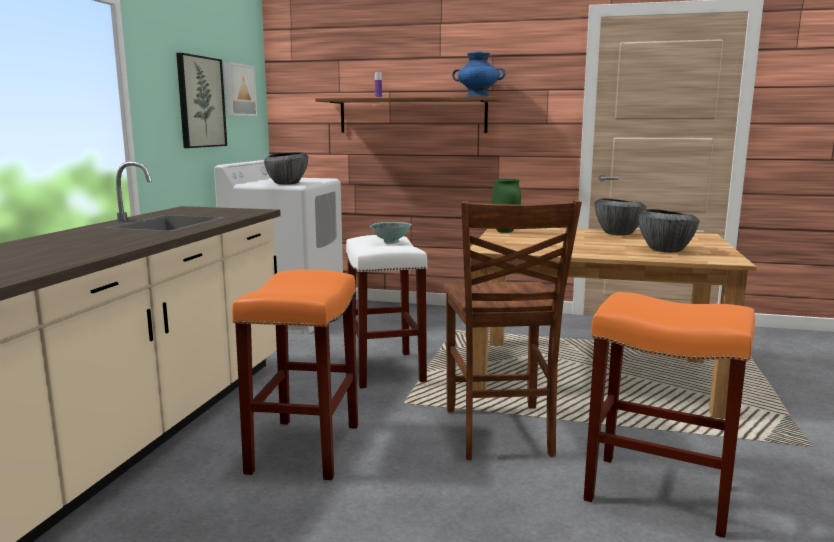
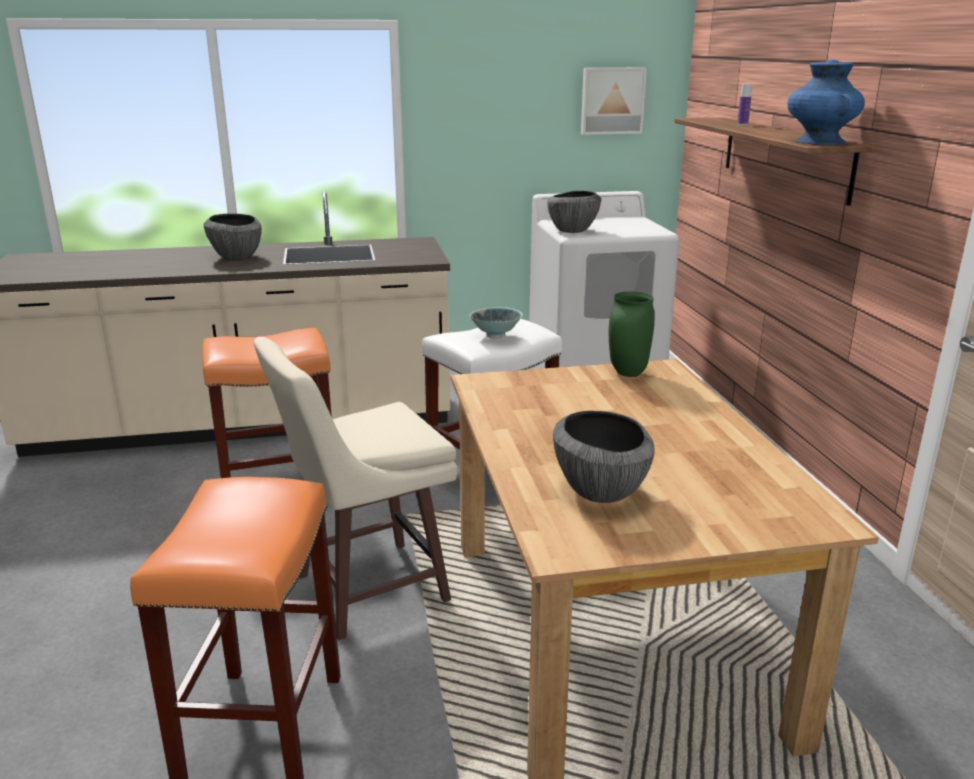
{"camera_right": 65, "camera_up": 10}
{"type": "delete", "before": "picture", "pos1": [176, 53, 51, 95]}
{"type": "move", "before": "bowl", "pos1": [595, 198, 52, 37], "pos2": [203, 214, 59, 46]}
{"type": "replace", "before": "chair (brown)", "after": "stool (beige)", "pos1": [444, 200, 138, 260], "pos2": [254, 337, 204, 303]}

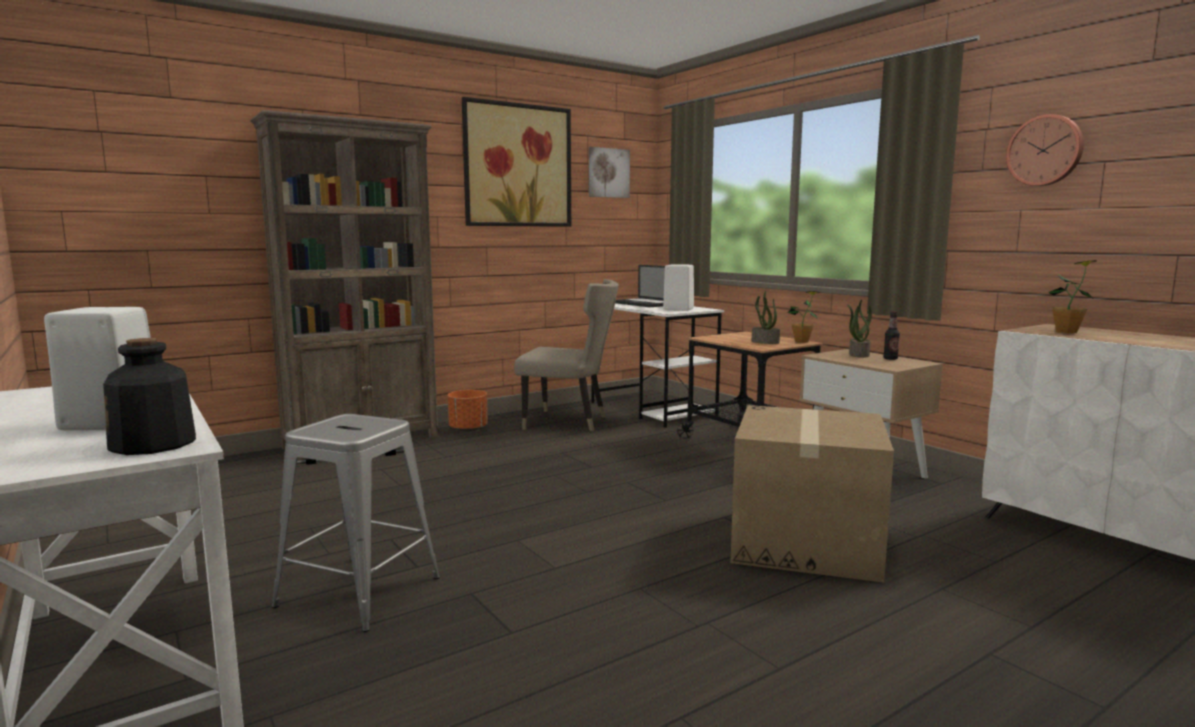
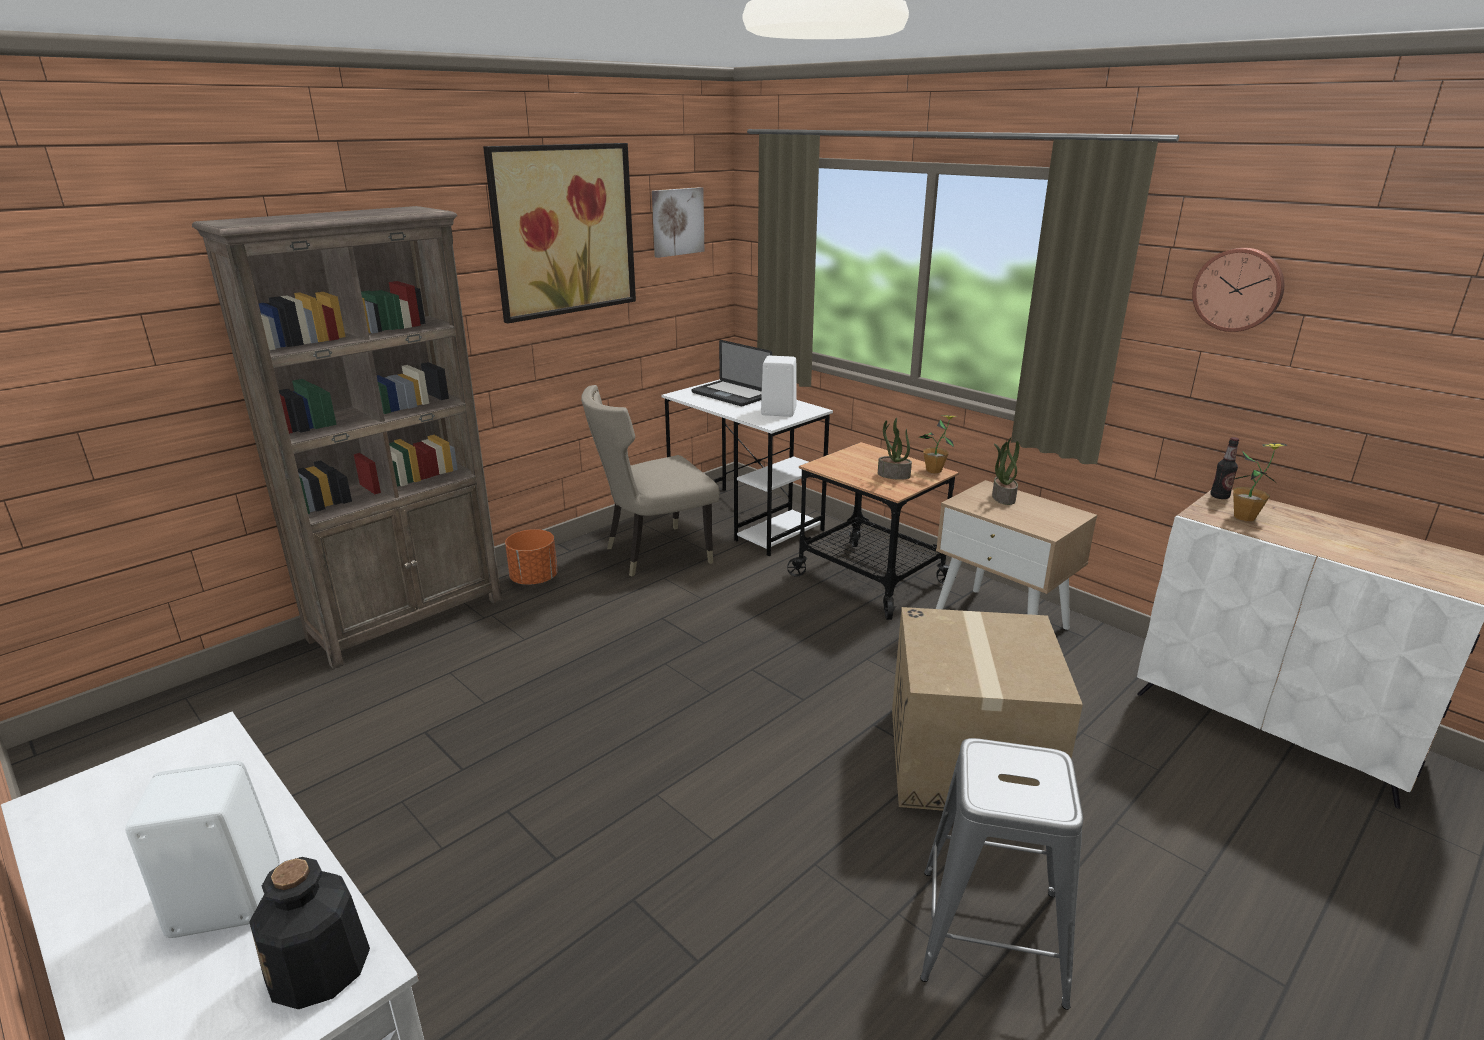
{"camera_right": -10, "camera_up": 15}
{"type": "move", "before": "stool (grey)", "pos1": [271, 414, 169, 218], "pos2": [920, 738, 163, 272]}
{"type": "move", "before": "bottle", "pos1": [883, 311, 17, 49], "pos2": [1210, 437, 29, 62]}
{"type": "rotate", "before": "chair (beige)", "pos1": [514, 279, 105, 152], "pos2": [581, 385, 139, 192], "turn": 150}

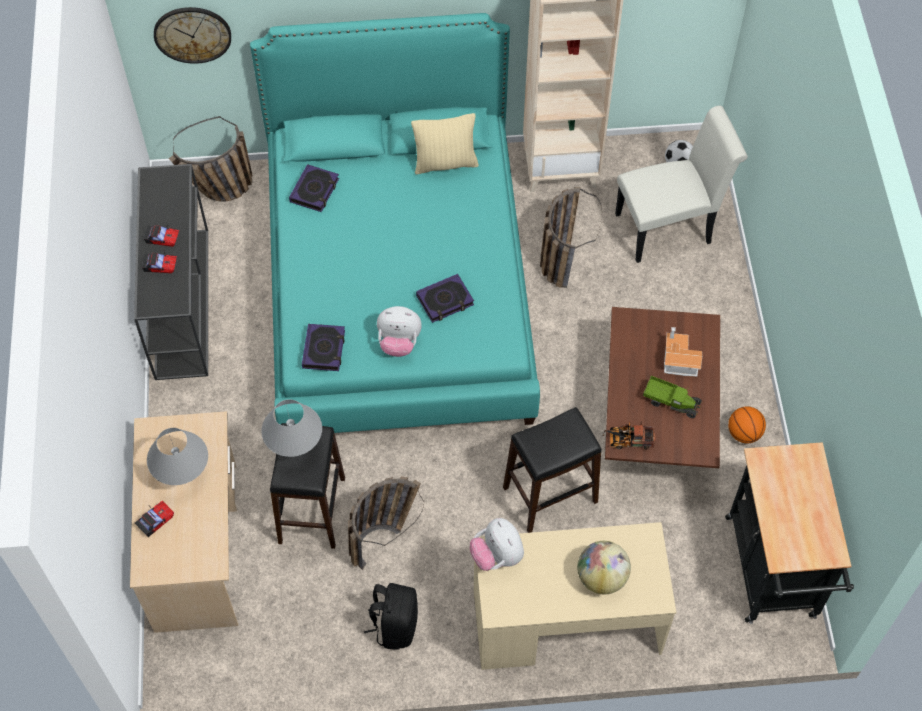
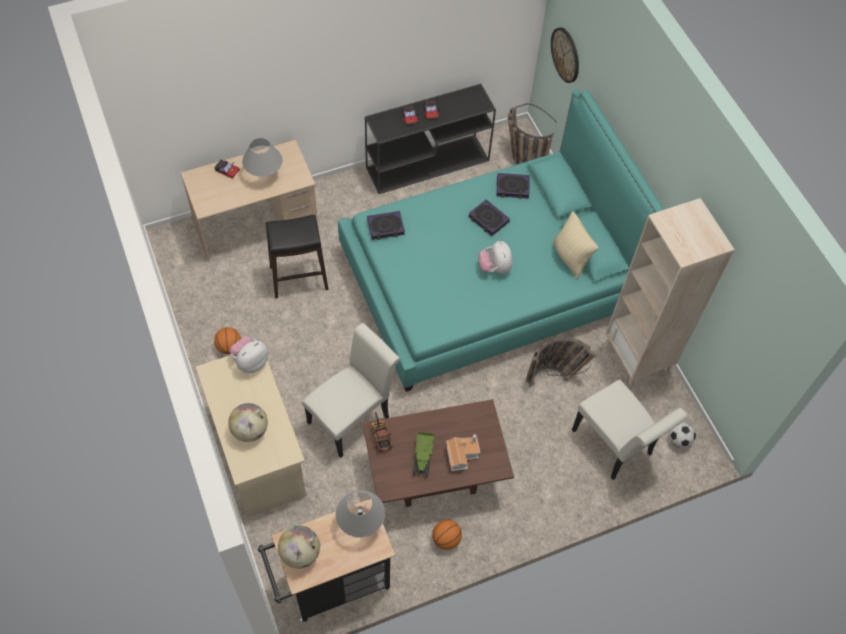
{"camera_right": 70, "camera_up": 0}
{"type": "delete", "before": "basket", "pos1": [348, 477, 76, 93]}
{"type": "insert", "after": "globe", "pos2": [278, 526, 42, 43]}
{"type": "move", "before": "table lamp (grey)", "pos1": [261, 399, 61, 58], "pos2": [335, 490, 50, 48]}
{"type": "move", "before": "plush toy", "pos1": [377, 306, 45, 51], "pos2": [478, 241, 35, 33]}
{"type": "move", "before": "book", "pos1": [416, 274, 58, 49], "pos2": [468, 199, 42, 37]}
{"type": "replace", "before": "backpack (black)", "after": "basketball", "pos1": [364, 583, 54, 67], "pos2": [214, 327, 27, 27]}
{"type": "replace", "before": "stool (black)", "after": "chair (white)", "pos1": [503, 407, 99, 126], "pos2": [301, 323, 99, 135]}

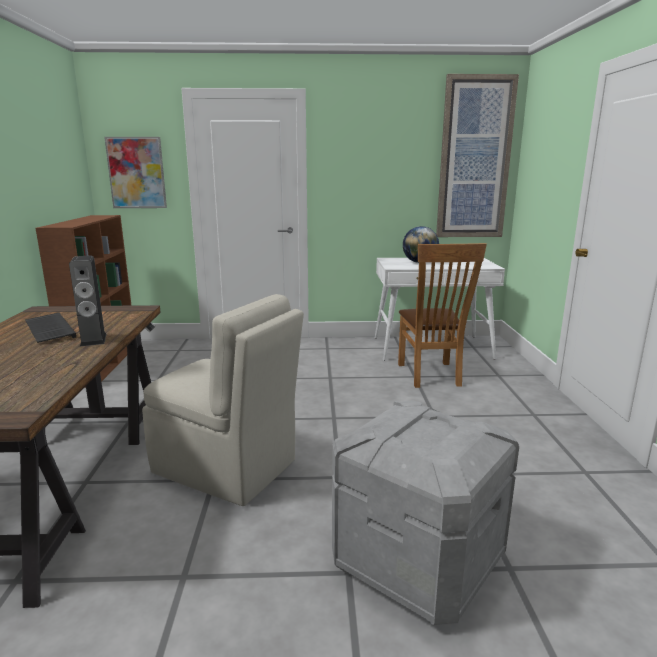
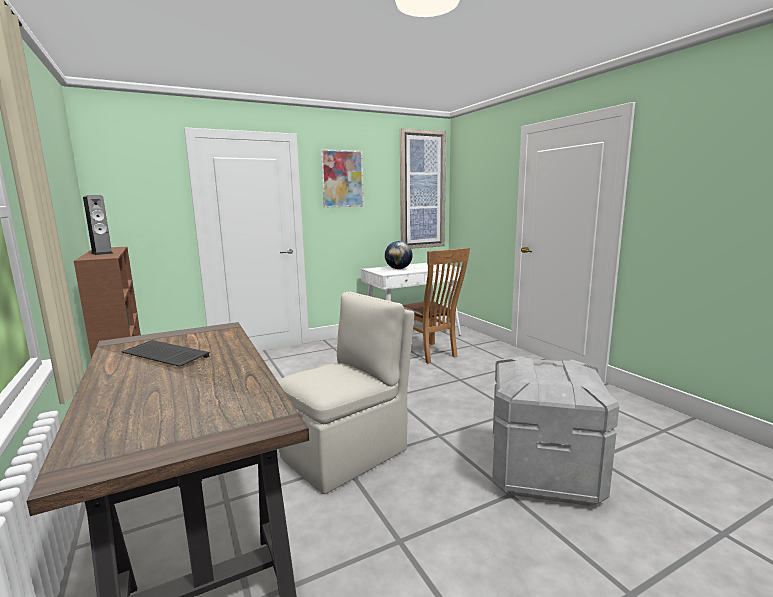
{"camera_right": -25, "camera_up": -5}
{"type": "move", "before": "speaker", "pos1": [69, 256, 38, 90], "pos2": [83, 195, 30, 60]}
{"type": "move", "before": "picture", "pos1": [104, 137, 63, 71], "pos2": [321, 149, 43, 58]}
{"type": "rotate", "before": "chair (beige)", "pos1": [142, 294, 162, 212], "pos2": [278, 292, 137, 202], "turn": -45}

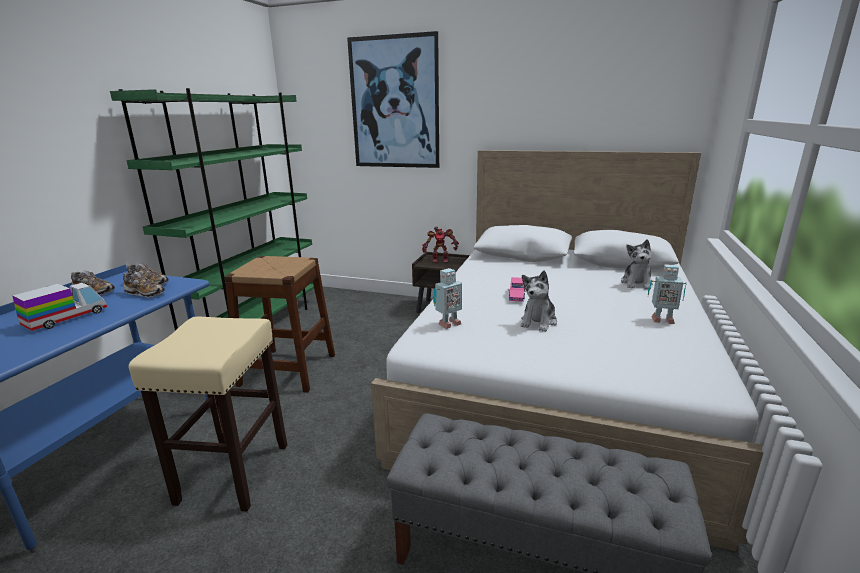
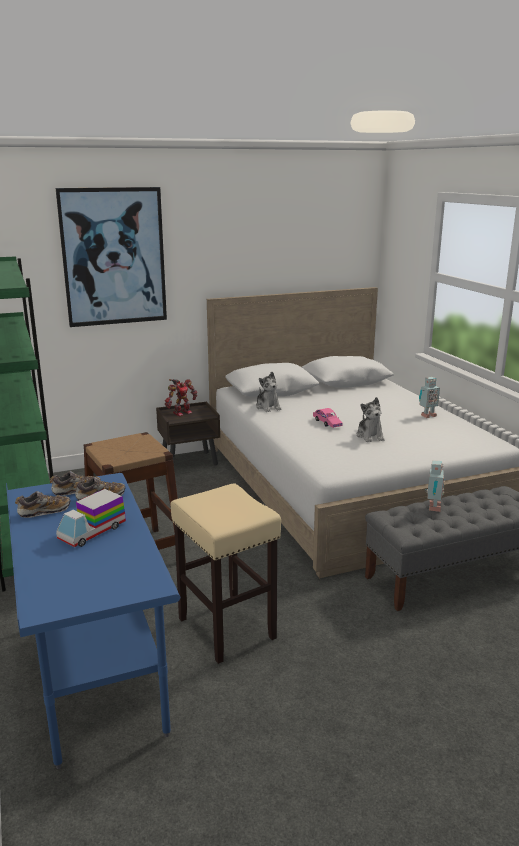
{"camera_right": -40, "camera_up": 0}
{"type": "move", "before": "toy robot", "pos1": [433, 268, 29, 61], "pos2": [425, 460, 19, 52]}
{"type": "move", "before": "plush toy", "pos1": [621, 239, 32, 50], "pos2": [256, 372, 26, 40]}
{"type": "rotate", "before": "toy truck", "pos1": [12, 283, 95, 48], "pos2": [56, 489, 70, 58], "turn": -135}

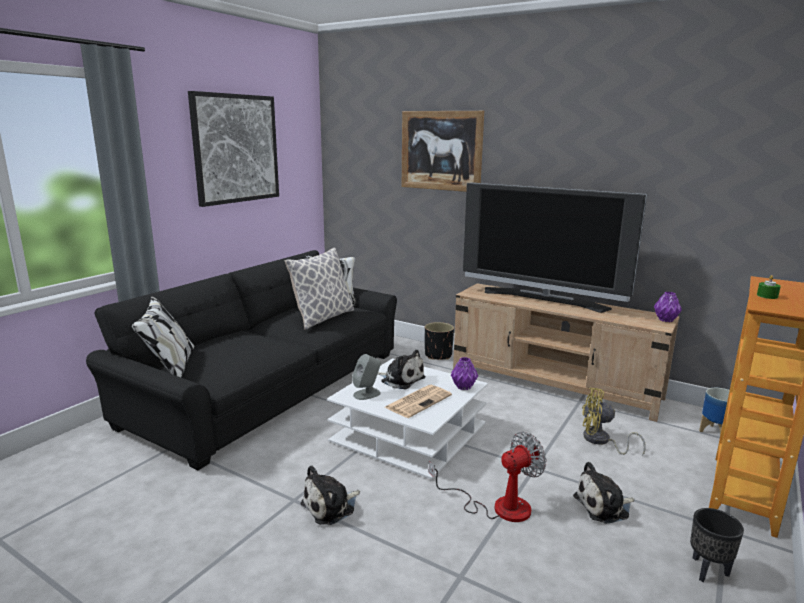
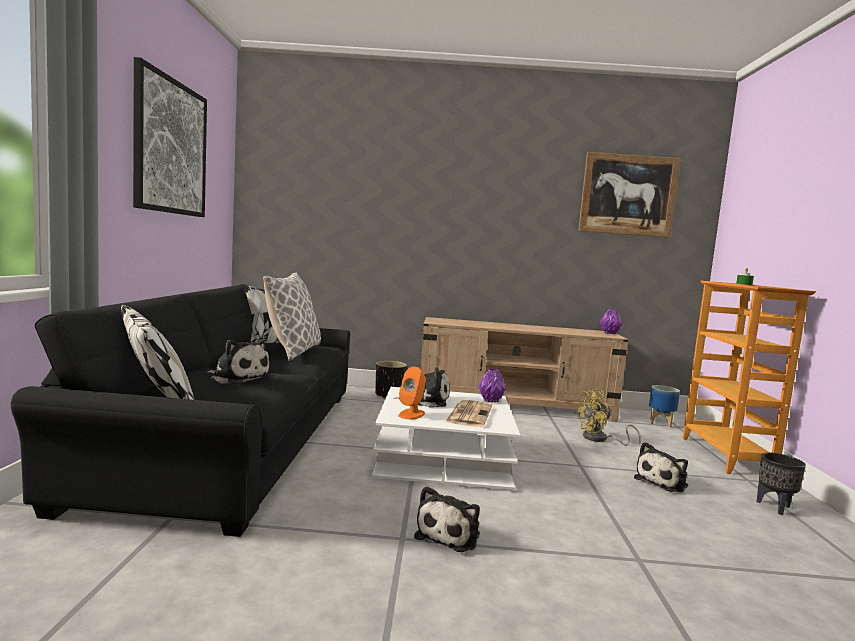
{"camera_right": -30, "camera_up": -10}
{"type": "delete", "before": "fan", "pos1": [429, 432, 118, 90]}
{"type": "delete", "before": "television", "pos1": [463, 182, 184, 131]}
{"type": "insert", "after": "plush toy", "pos2": [207, 340, 64, 45]}
{"type": "move", "before": "picture", "pos1": [402, 111, 82, 81], "pos2": [578, 152, 103, 86]}
{"type": "recolor", "before": "speaker (grey)", "after": "speaker (orange)", "pos1": [352, 354, 29, 46], "pos2": [398, 367, 28, 53]}

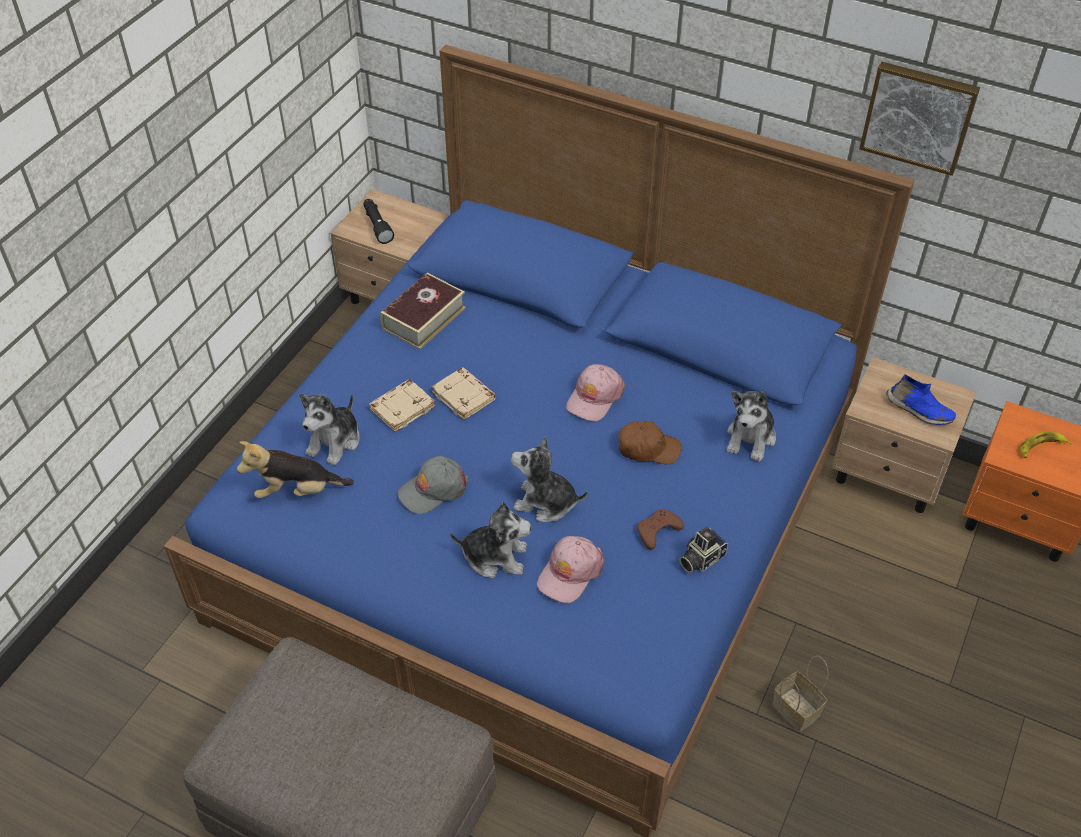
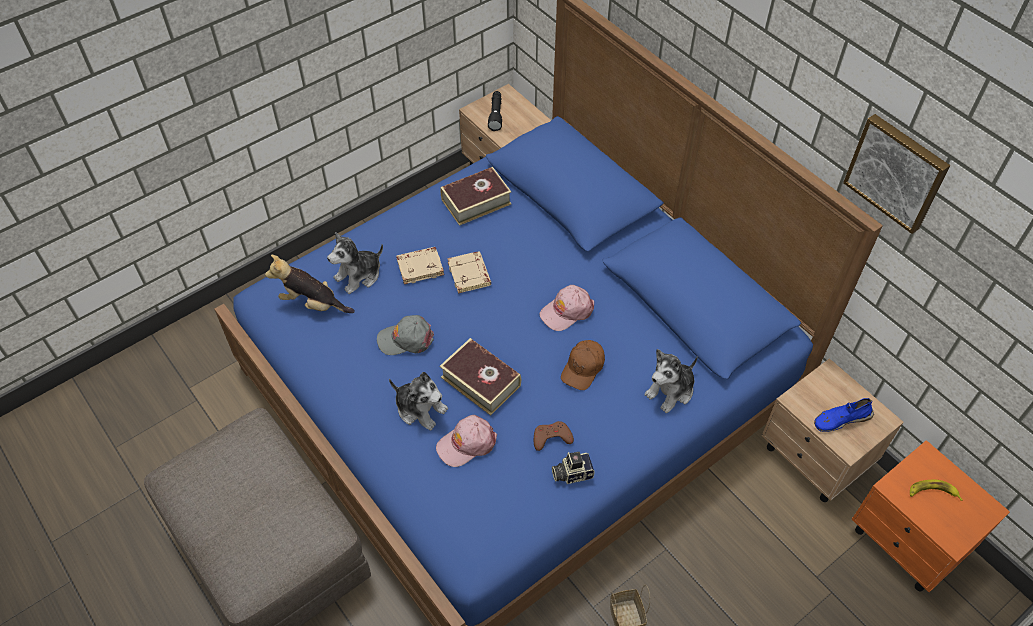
{"camera_right": 25, "camera_up": 5}
{"type": "replace", "before": "plush toy", "after": "book", "pos1": [511, 436, 77, 86], "pos2": [440, 338, 81, 78]}
{"type": "rotate", "before": "cap (brown)", "pos1": [618, 421, 64, 43], "pos2": [561, 340, 44, 50], "turn": 90}
{"type": "rotate", "before": "shoe (blue)", "pos1": [886, 374, 70, 51], "pos2": [814, 398, 60, 34], "turn": 105}

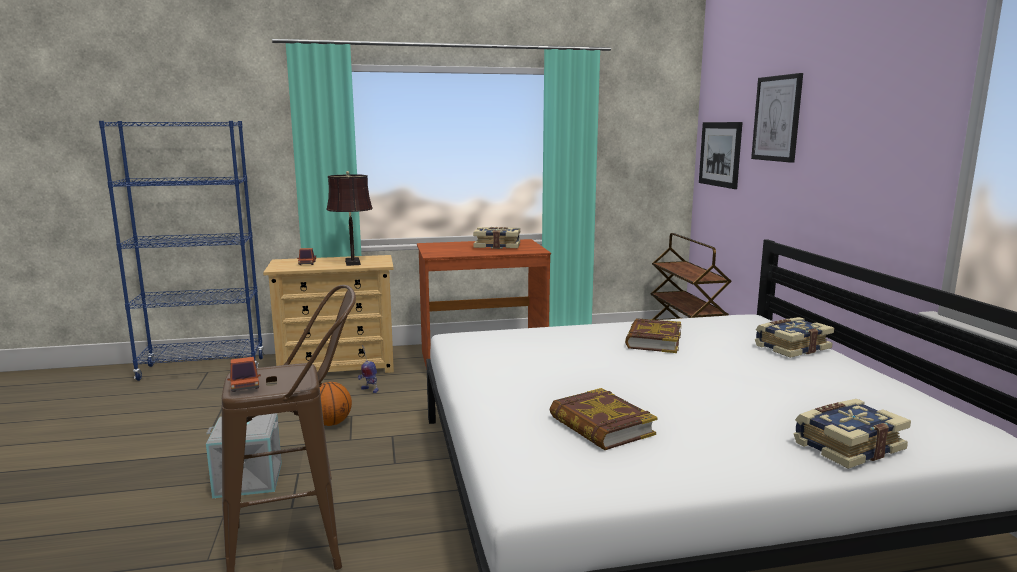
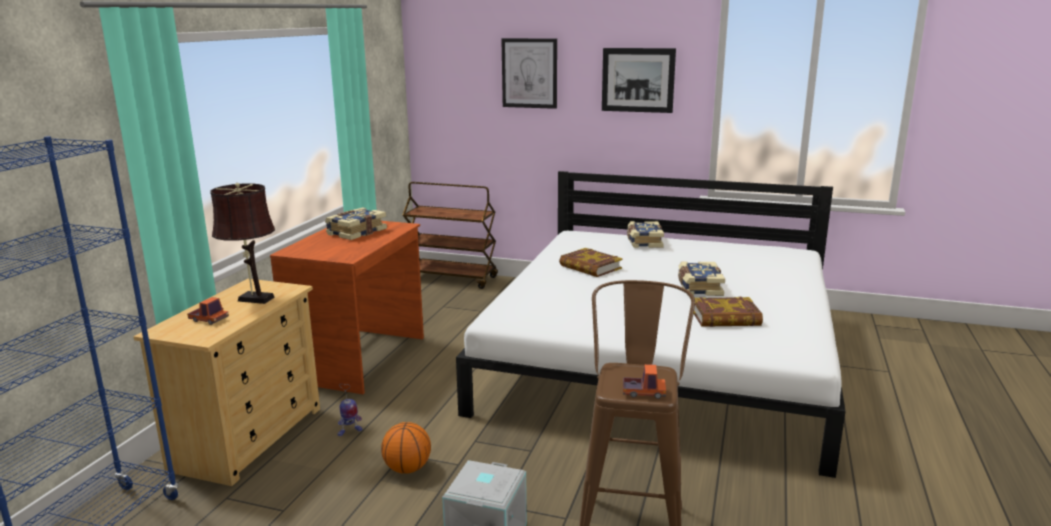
{"camera_right": -60, "camera_up": 5}
{"type": "move", "before": "picture", "pos1": [699, 122, 44, 67], "pos2": [602, 48, 74, 65]}
{"type": "move", "before": "book", "pos1": [794, 399, 117, 70], "pos2": [678, 261, 47, 35]}

